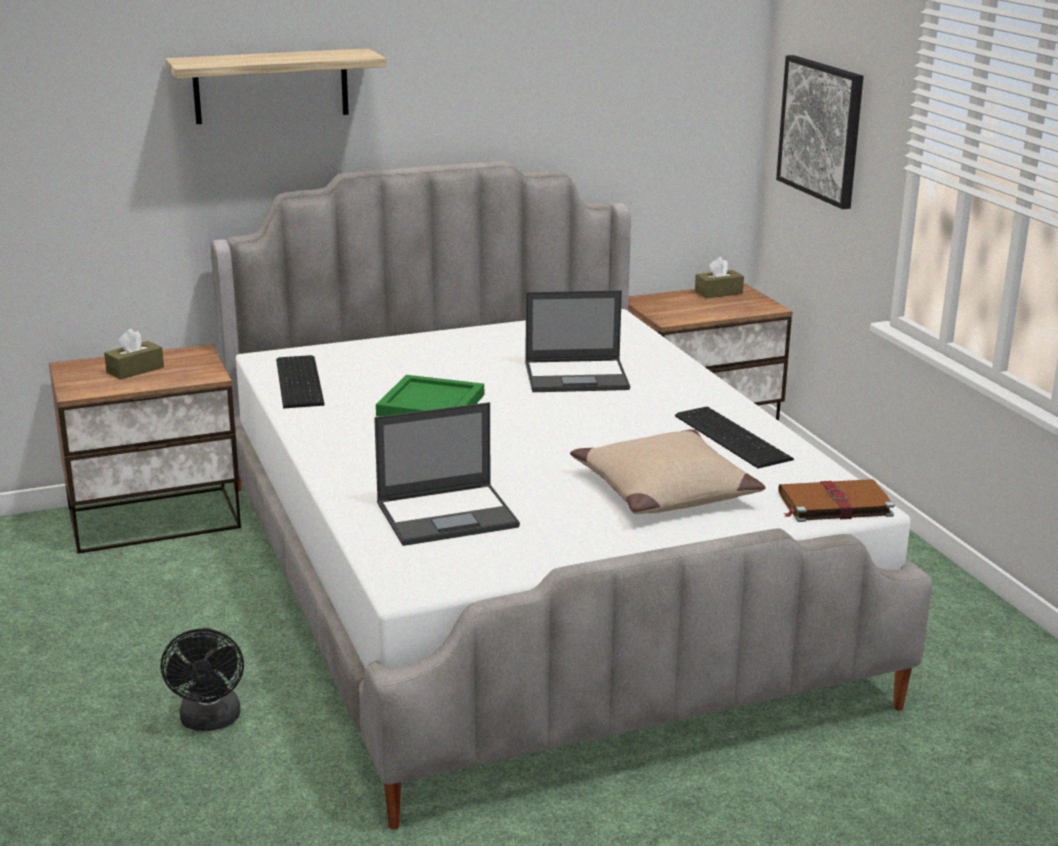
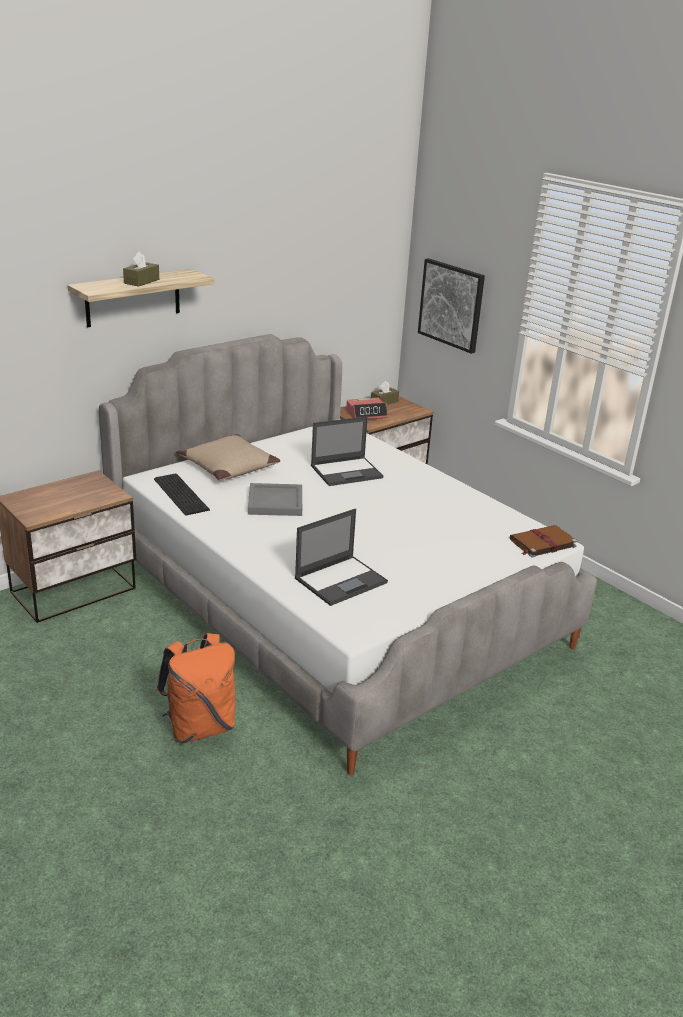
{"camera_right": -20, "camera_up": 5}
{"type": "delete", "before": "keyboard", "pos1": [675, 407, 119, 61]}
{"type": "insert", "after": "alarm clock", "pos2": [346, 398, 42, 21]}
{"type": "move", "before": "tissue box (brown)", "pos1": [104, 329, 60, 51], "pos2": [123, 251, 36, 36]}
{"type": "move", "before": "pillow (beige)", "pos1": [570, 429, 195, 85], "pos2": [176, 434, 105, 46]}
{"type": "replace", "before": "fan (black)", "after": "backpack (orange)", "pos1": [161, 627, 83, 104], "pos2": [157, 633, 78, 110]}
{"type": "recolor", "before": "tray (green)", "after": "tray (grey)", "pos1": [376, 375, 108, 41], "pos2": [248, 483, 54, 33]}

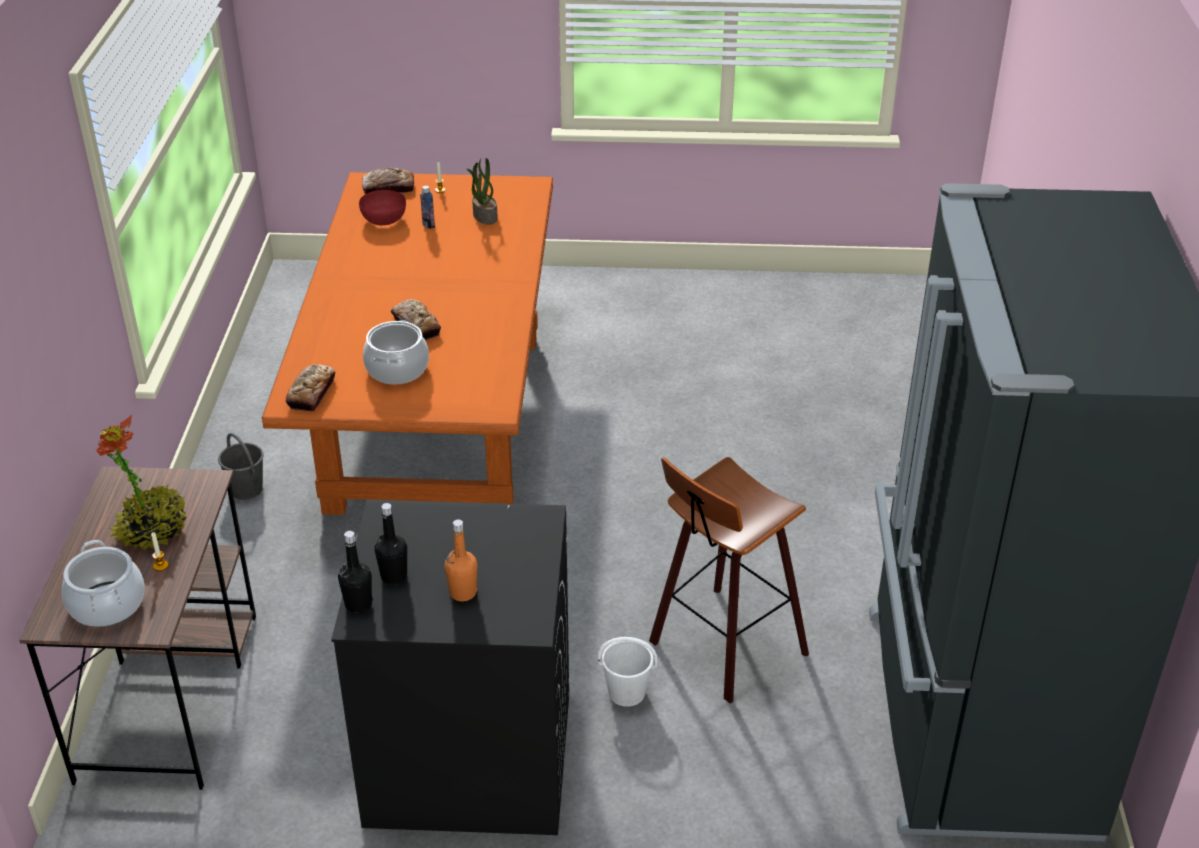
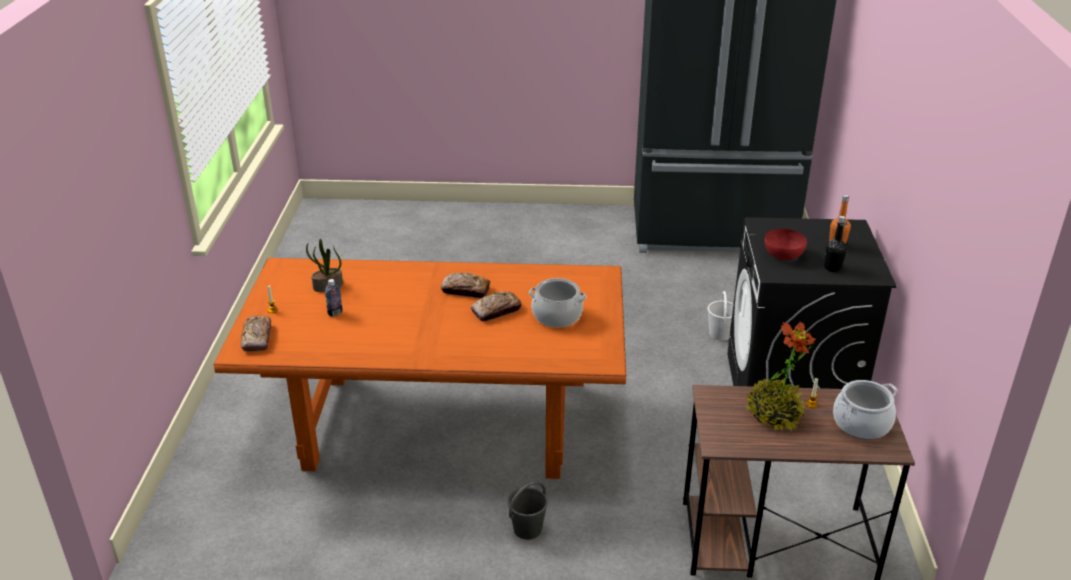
{"camera_right": -90, "camera_up": -5}
{"type": "delete", "before": "bottle (black)", "pos1": [338, 531, 35, 82]}
{"type": "delete", "before": "stool", "pos1": [649, 457, 160, 247]}
{"type": "move", "before": "bread", "pos1": [286, 364, 49, 48], "pos2": [441, 273, 49, 25]}
{"type": "move", "before": "bowl (red)", "pos1": [359, 190, 47, 35], "pos2": [765, 229, 42, 31]}

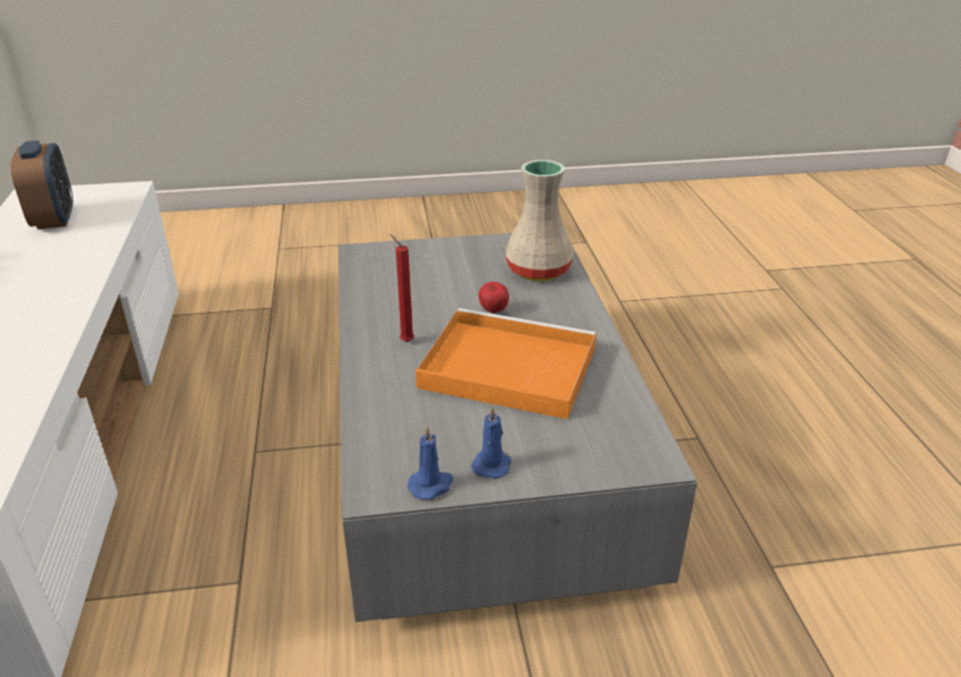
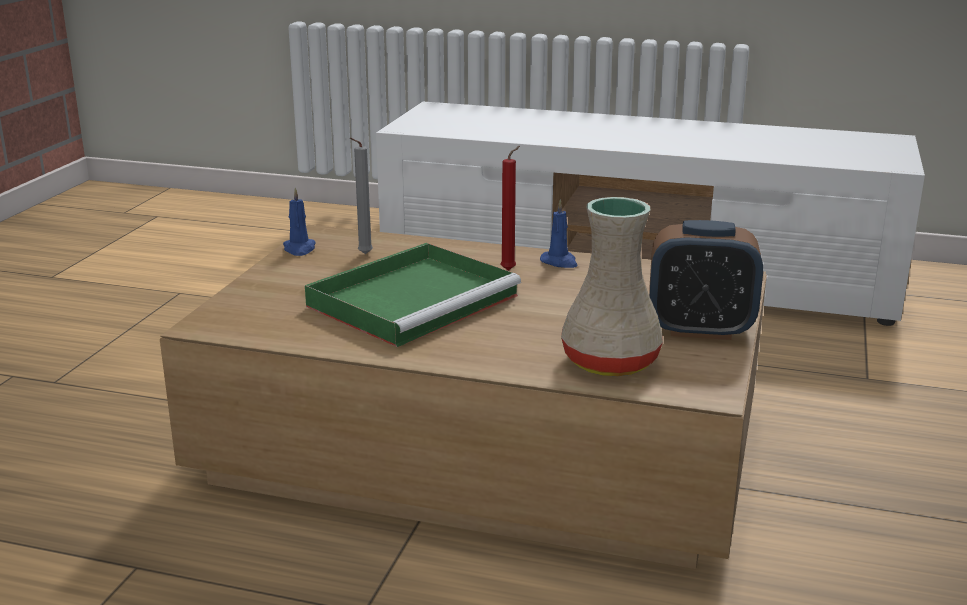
{"camera_right": 115, "camera_up": -10}
{"type": "delete", "before": "apple", "pos1": [479, 282, 30, 31]}
{"type": "insert", "after": "candle (grey)", "pos2": [350, 138, 23, 116]}
{"type": "move", "before": "alarm clock", "pos1": [11, 140, 62, 90], "pos2": [649, 220, 114, 120]}
{"type": "move", "before": "candle (blue)", "pos1": [471, 406, 40, 73], "pos2": [540, 199, 38, 69]}
{"type": "recolor", "before": "coffee table (grey)", "after": "coffee table (brown)", "pos1": [338, 233, 359, 389], "pos2": [160, 225, 607, 344]}
{"type": "recolor", "before": "tray (orange)", "after": "tray (green)", "pos1": [416, 308, 180, 111], "pos2": [305, 243, 216, 104]}

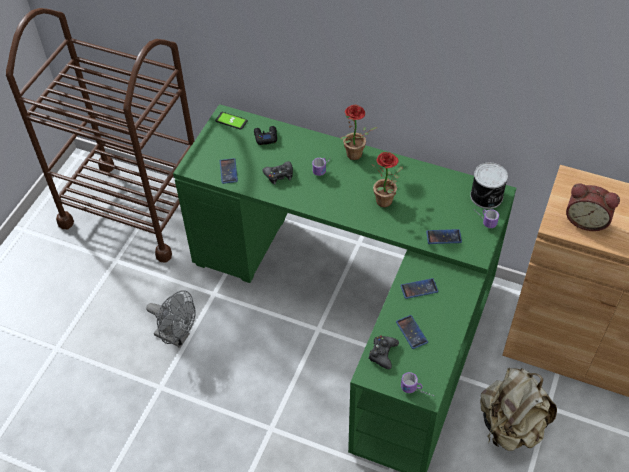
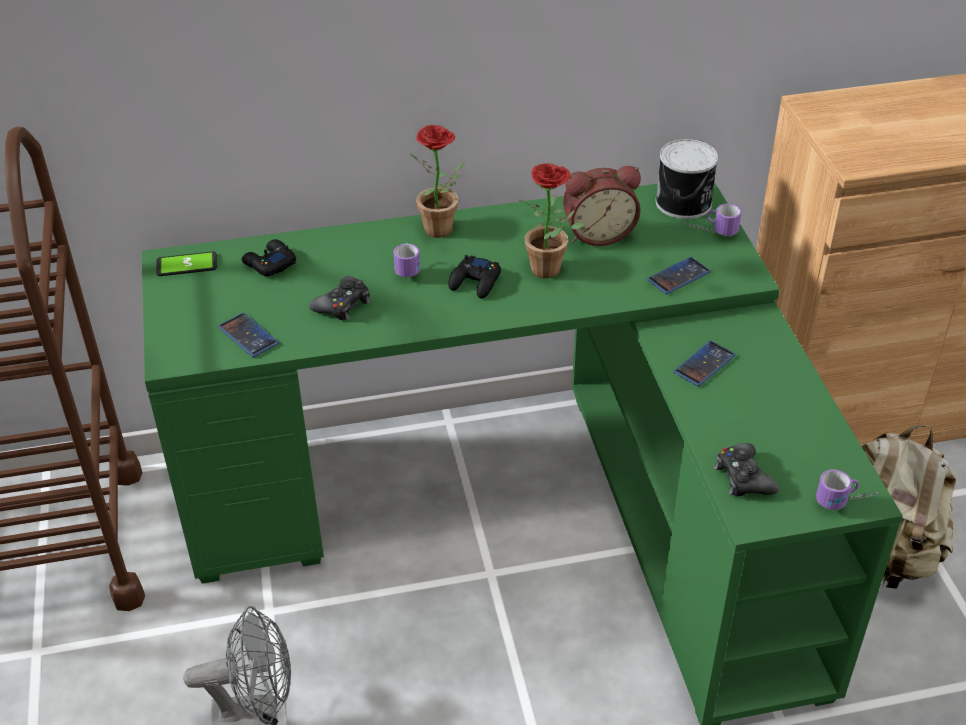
{"camera_right": -35, "camera_up": -10}
{"type": "delete", "before": "phone", "pos1": [396, 315, 32, 34]}
{"type": "insert", "after": "game controller (black)", "pos2": [448, 255, 53, 43]}
{"type": "move", "before": "alarm clock", "pos1": [566, 183, 54, 48], "pos2": [563, 166, 78, 80]}

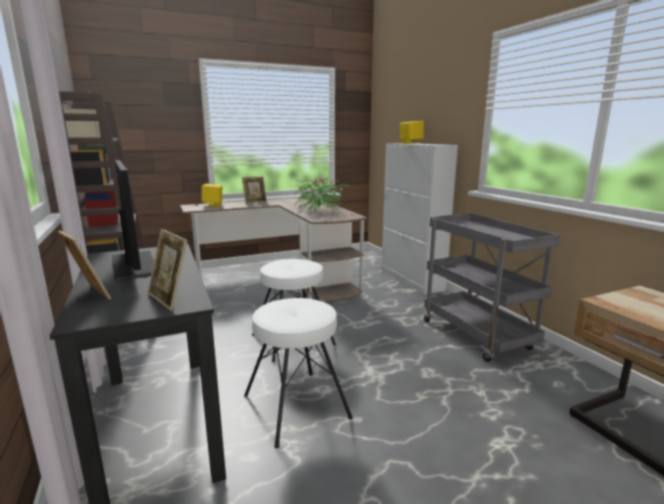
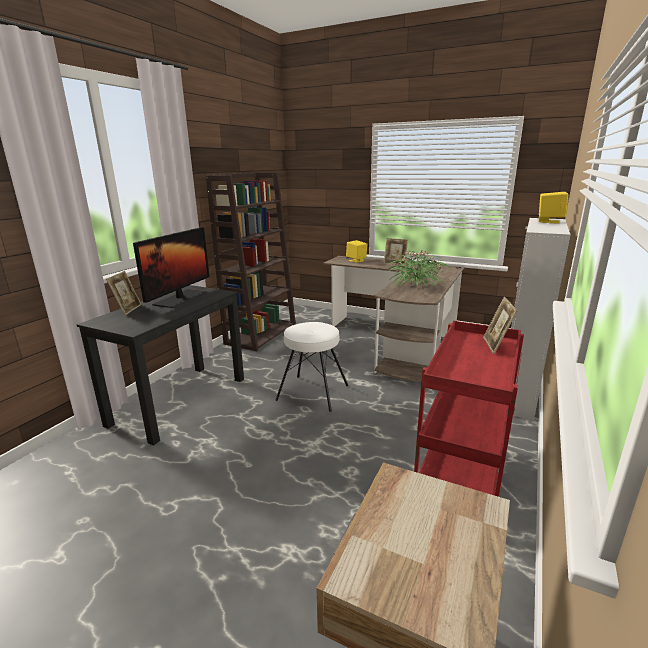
{"camera_right": 50, "camera_up": 5}
{"type": "delete", "before": "stool (white)", "pos1": [244, 298, 109, 150]}
{"type": "move", "before": "picture frame", "pos1": [148, 229, 40, 81], "pos2": [483, 297, 34, 57]}
{"type": "recolor", "before": "cart (grey)", "after": "cart (red)", "pos1": [424, 213, 136, 149], "pos2": [414, 321, 110, 176]}

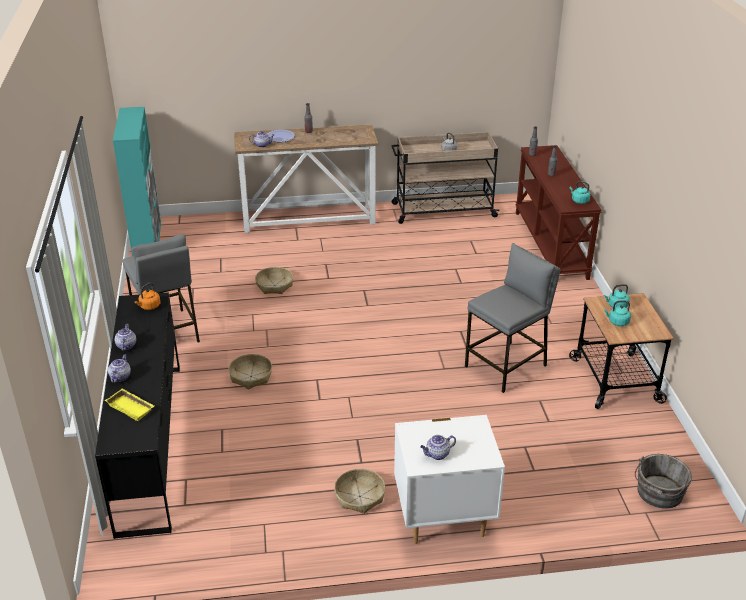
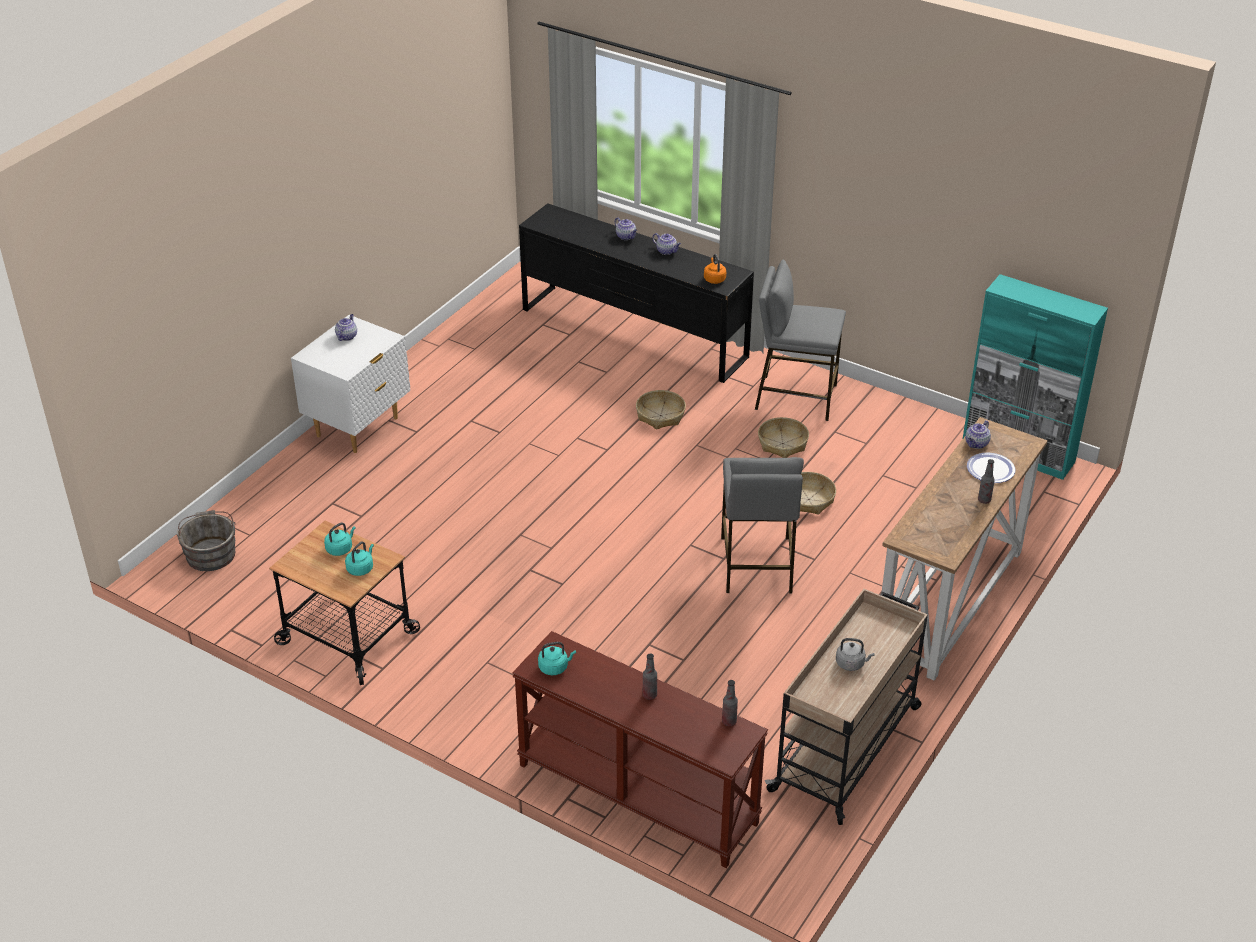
{"camera_right": 130, "camera_up": 5}
{"type": "delete", "before": "tray (yellow)", "pos1": [105, 389, 49, 32]}
{"type": "move", "before": "basket", "pos1": [334, 469, 51, 45], "pos2": [758, 417, 51, 41]}
{"type": "move", "before": "stool (grey)", "pos1": [465, 243, 96, 150], "pos2": [721, 457, 83, 136]}

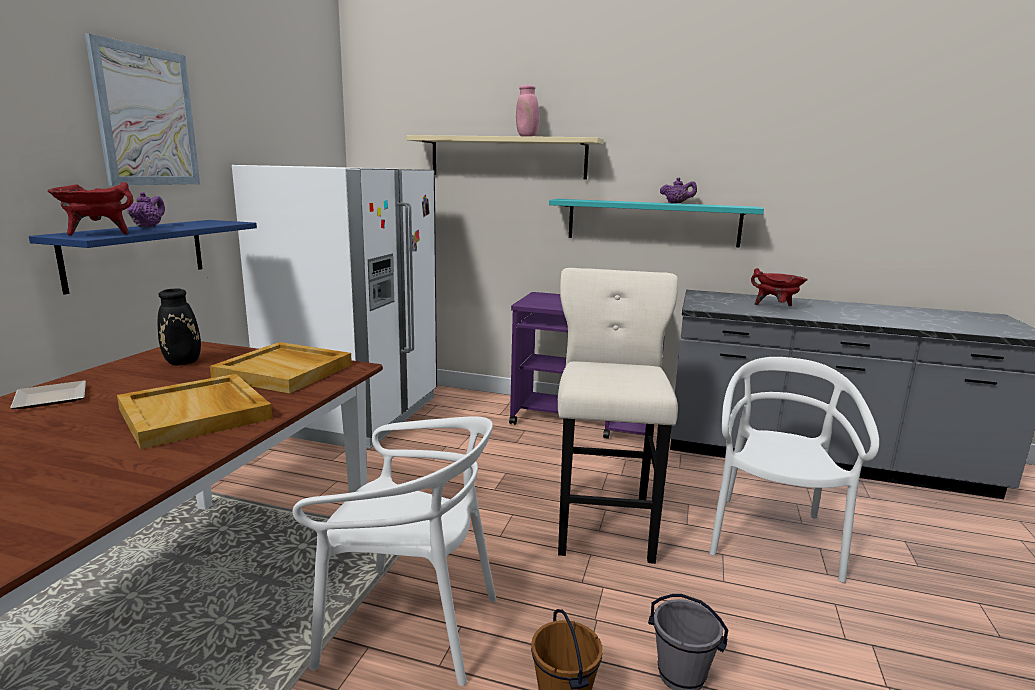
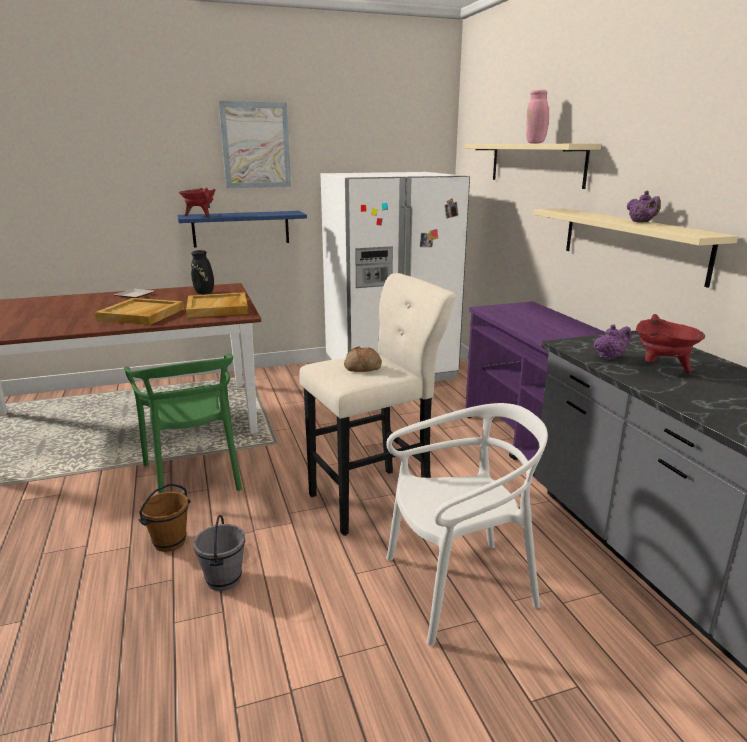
{"camera_right": 55, "camera_up": 5}
{"type": "insert", "after": "bread", "pos2": [344, 346, 38, 26]}
{"type": "move", "before": "teapot (purple)", "pos1": [127, 192, 38, 36], "pos2": [593, 324, 38, 36]}
{"type": "recolor", "before": "chair (white)", "after": "chair (green)", "pos1": [293, 416, 204, 270], "pos2": [124, 353, 118, 141]}
{"type": "recolor", "before": "shelf (turquoise)", "after": "shelf (beige)", "pos1": [549, 199, 215, 49], "pos2": [533, 208, 205, 80]}

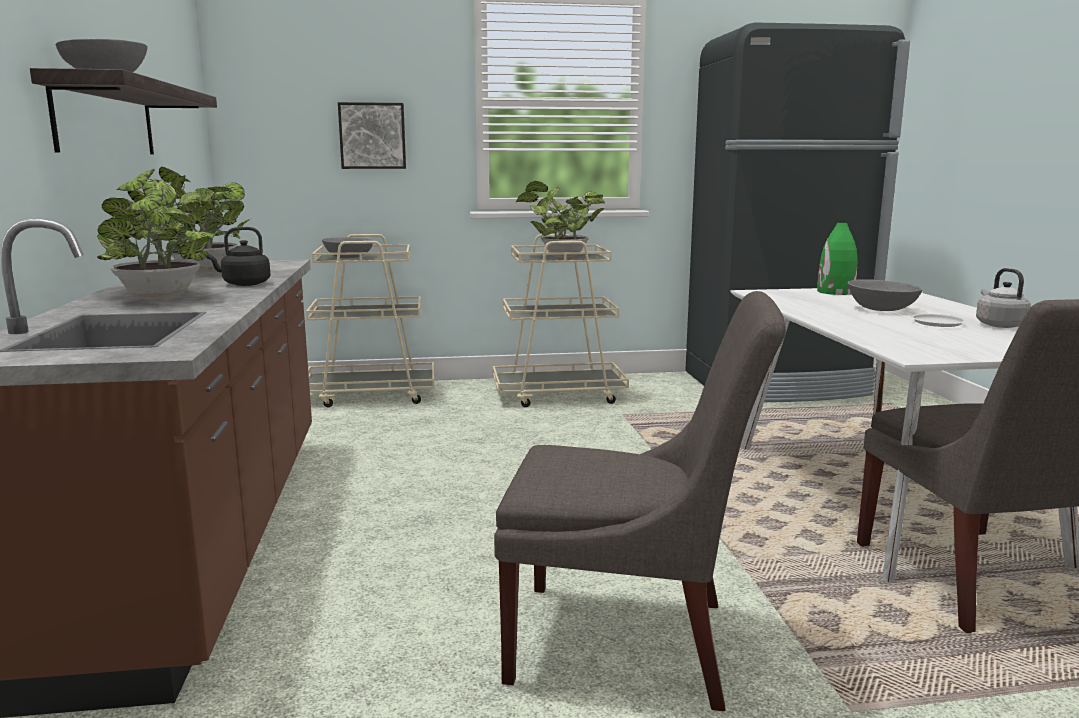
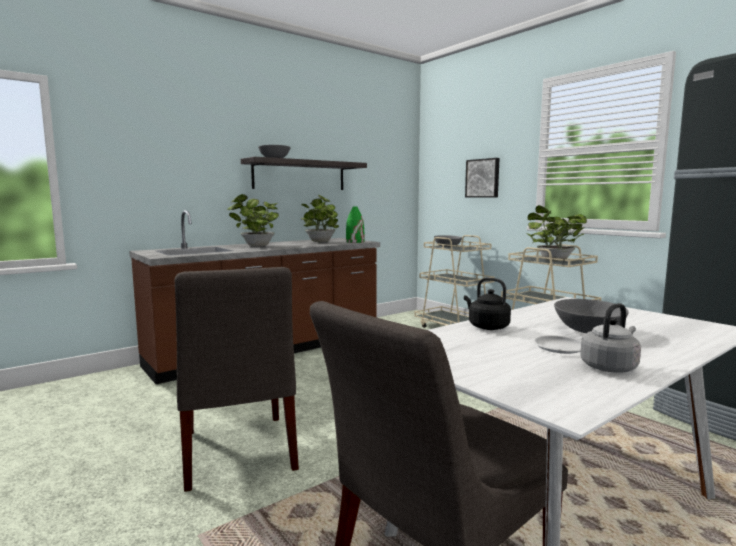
{"camera_right": 60, "camera_up": -5}
{"type": "move", "before": "kettle (black)", "pos1": [207, 227, 64, 59], "pos2": [464, 278, 47, 52]}
{"type": "move", "before": "vase (green)", "pos1": [817, 222, 41, 73], "pos2": [346, 207, 18, 36]}

